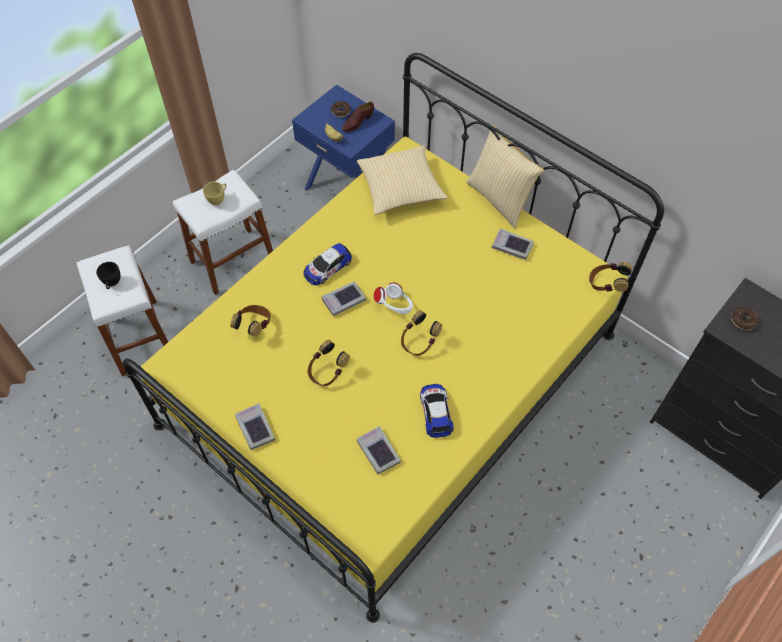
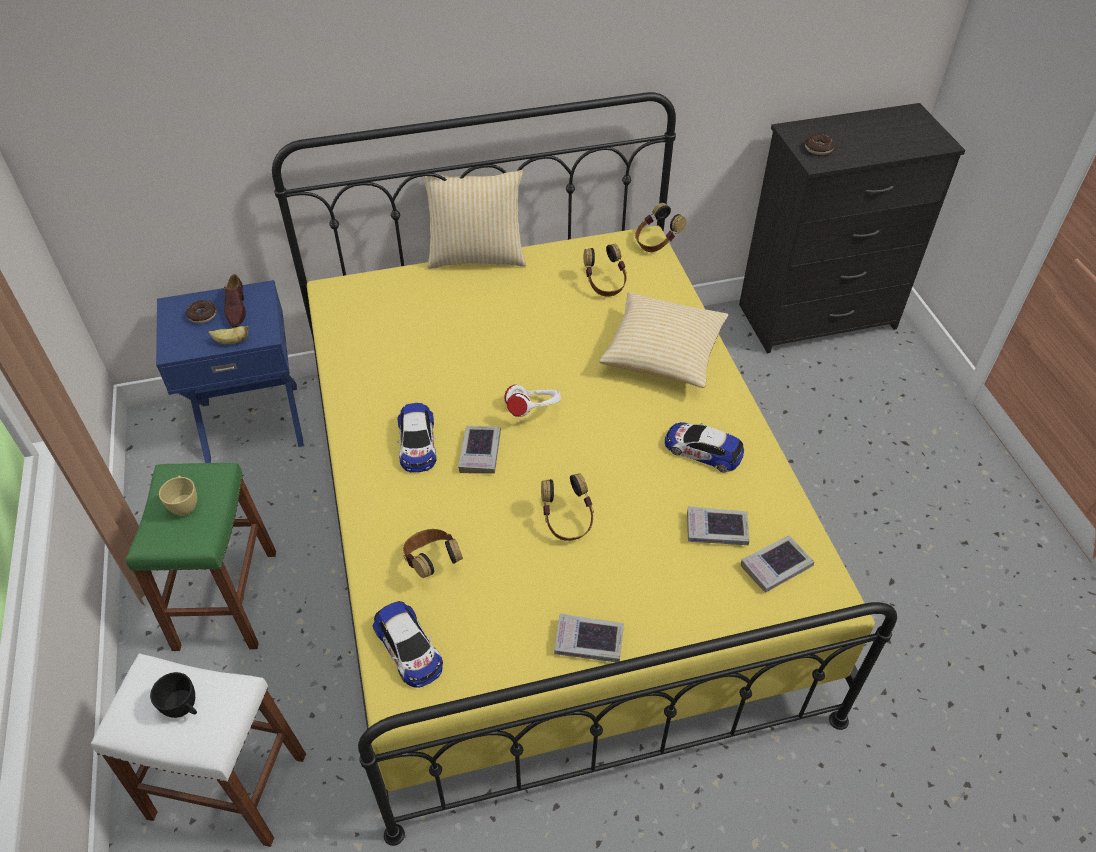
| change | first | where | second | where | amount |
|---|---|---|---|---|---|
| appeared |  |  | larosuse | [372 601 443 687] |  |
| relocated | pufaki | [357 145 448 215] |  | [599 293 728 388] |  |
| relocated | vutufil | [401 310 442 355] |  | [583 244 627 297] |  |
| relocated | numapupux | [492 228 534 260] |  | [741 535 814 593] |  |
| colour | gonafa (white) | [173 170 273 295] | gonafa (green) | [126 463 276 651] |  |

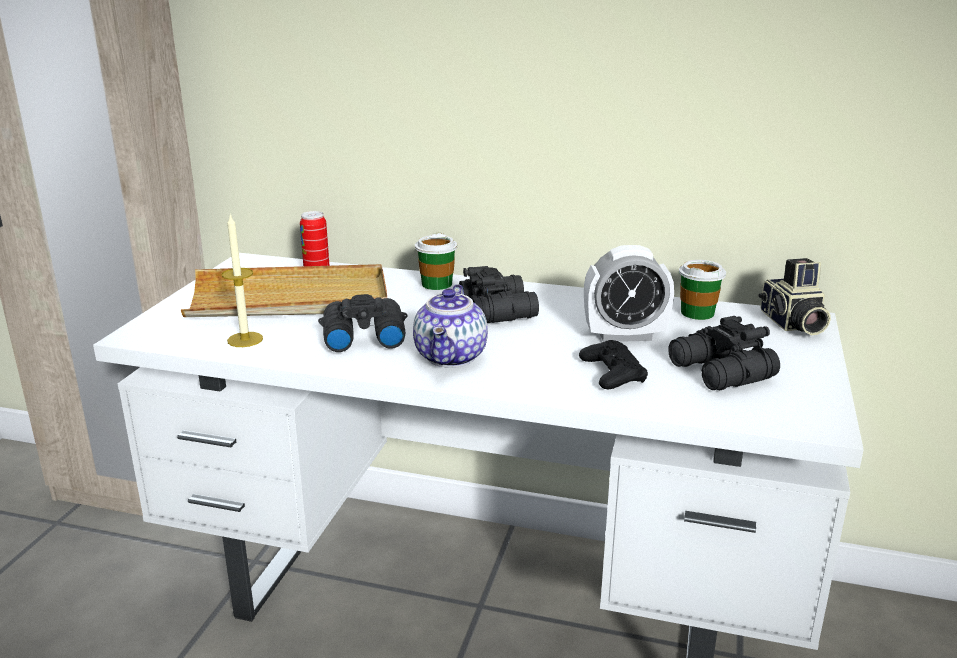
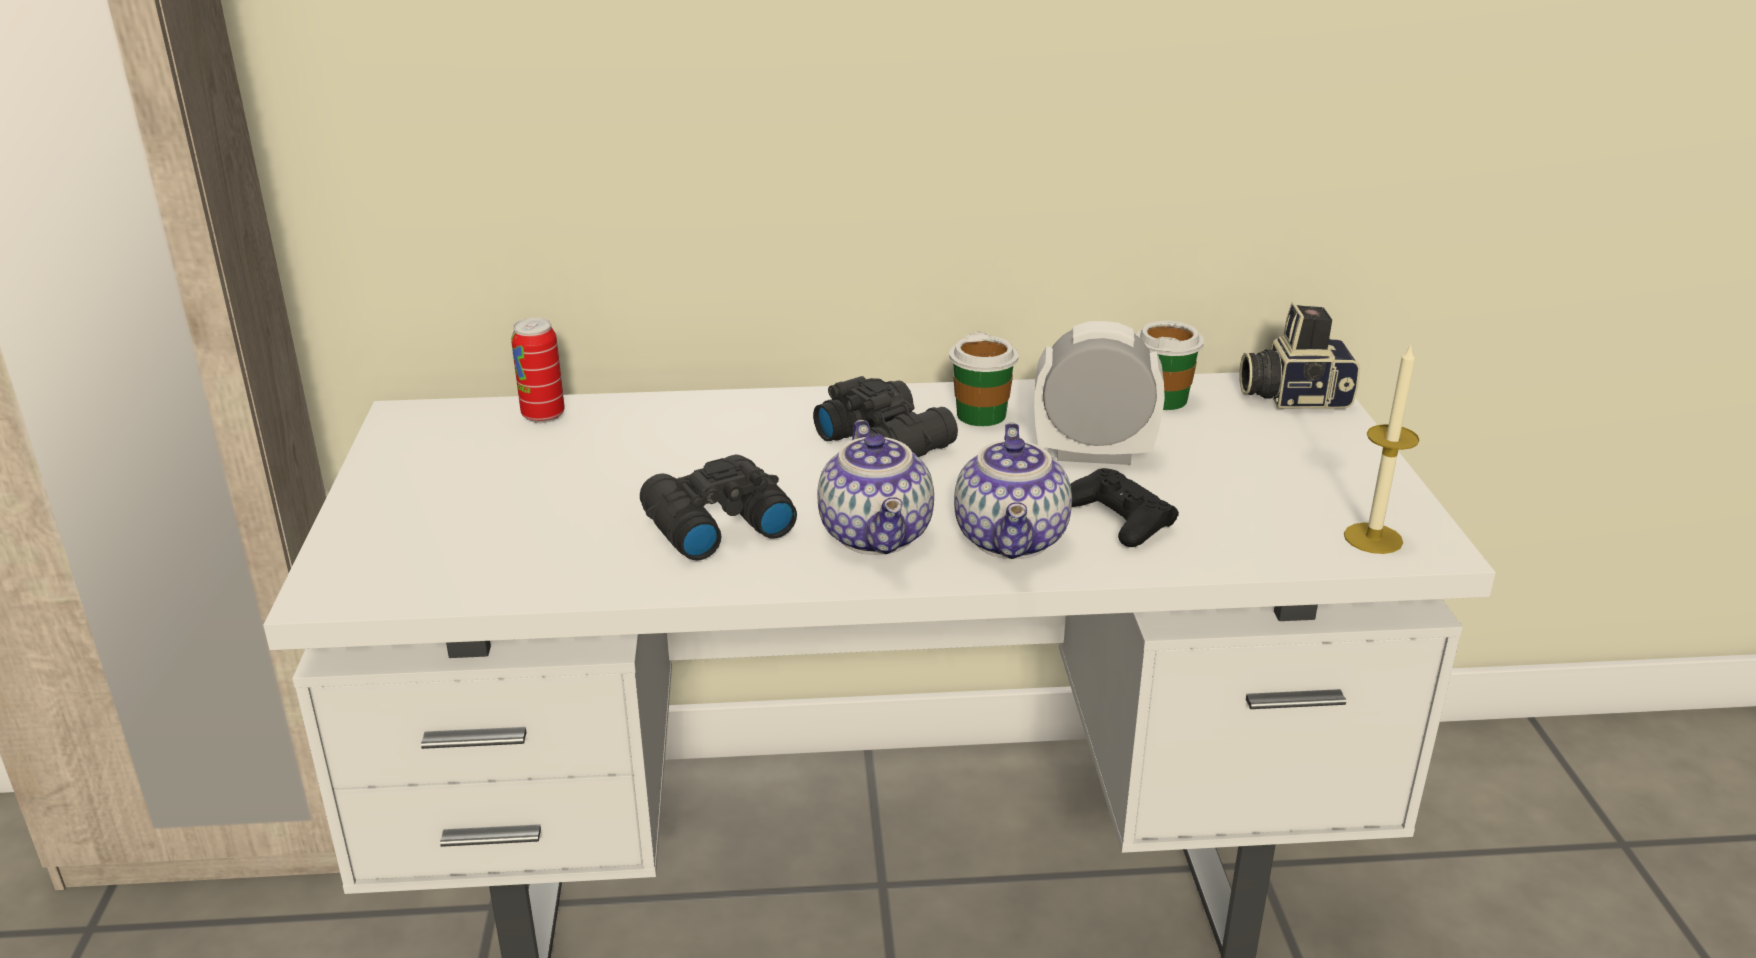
| change | first | where | second | where | amount |
|---|---|---|---|---|---|
| missing | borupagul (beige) | [181 264 387 317] |  |  |  |
| missing | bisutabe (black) | [668 316 780 390] |  |  |  |
| appeared |  |  | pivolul | [954 422 1072 559] |  |
| relocated | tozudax | [222 214 263 347] |  | [1344 344 1419 554] |  |
| relocated | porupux | [415 233 457 290] |  | [949 332 1019 426] |  |
| spun | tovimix | [584 245 674 342] |  | [1034 321 1165 465] | 150 degrees counterclockwise |
| spun | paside | [759 258 831 335] |  | [1239 302 1360 409] | 120 degrees clockwise |

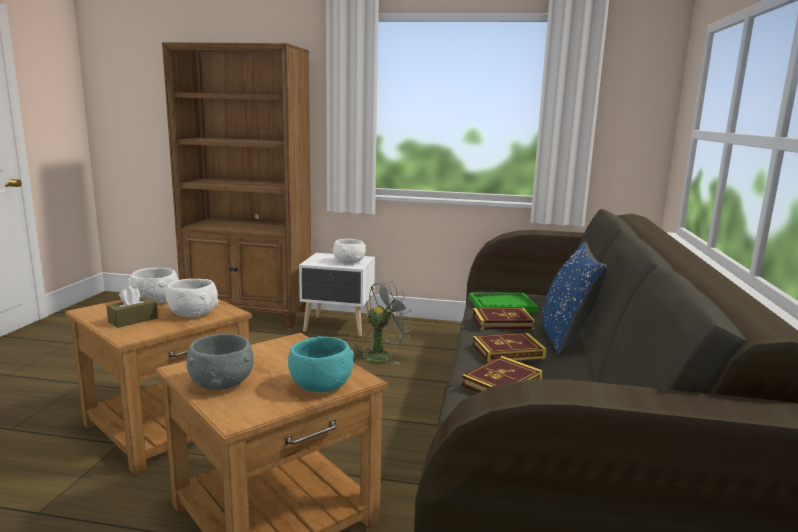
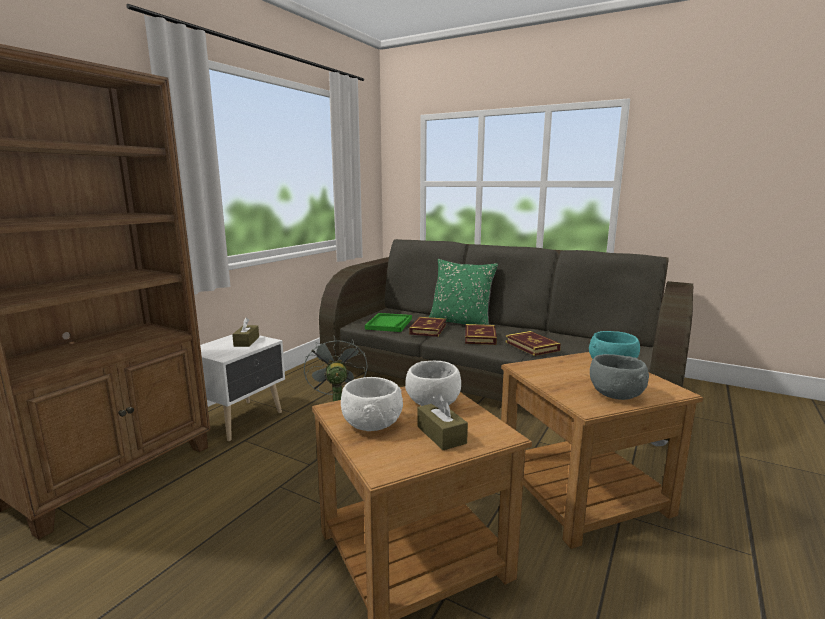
| change | first | where | second | where | amount |
|---|---|---|---|---|---|
| exchanged | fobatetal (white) | [333 239 366 264] | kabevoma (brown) | [232 318 259 347] |  |
| colour | pufaki (blue) | [542 242 607 355] | pufaki (green) | [429 259 498 325] |  |

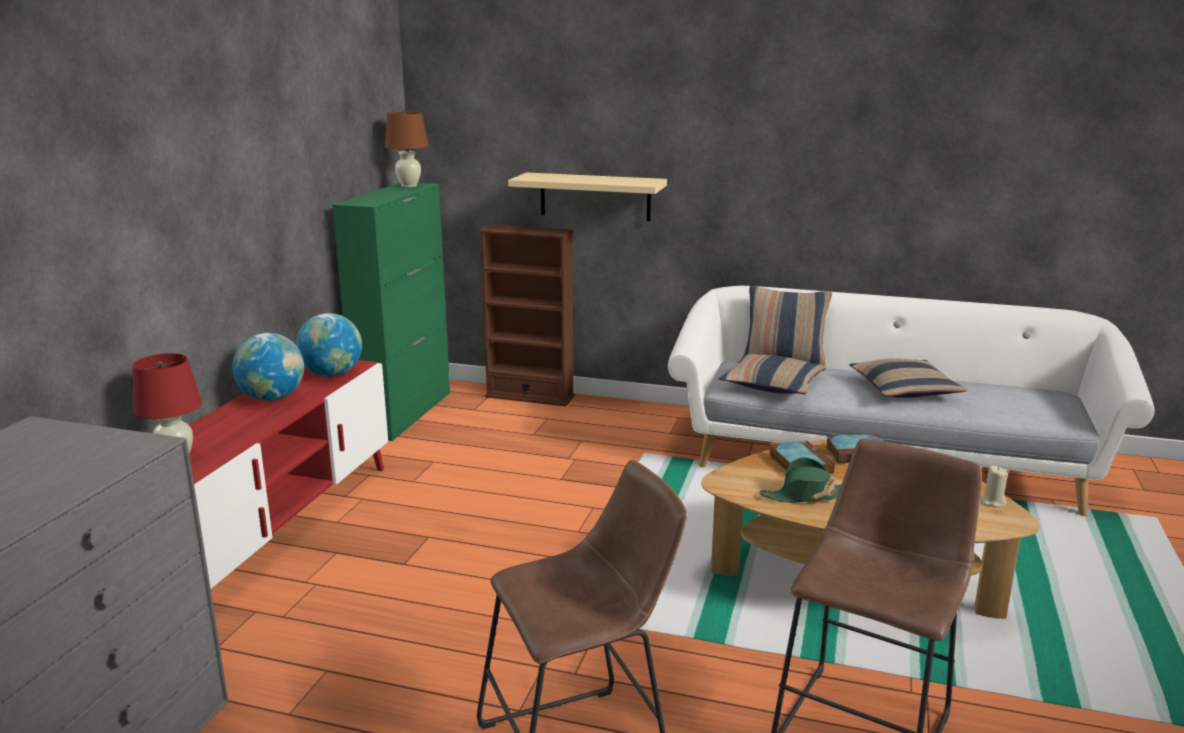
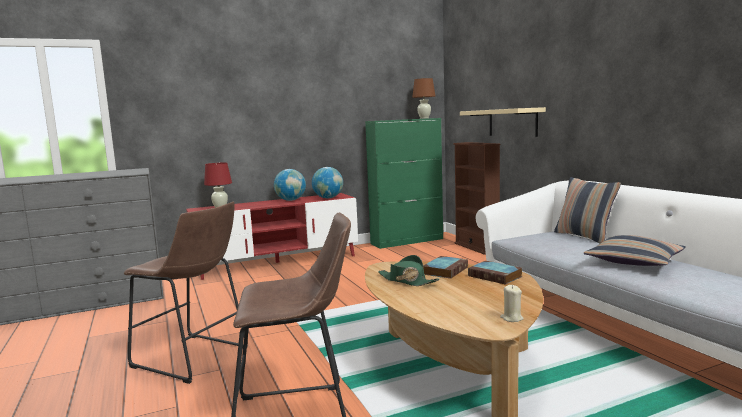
| change | first | where | second | where | amount |
|---|---|---|---|---|---|
| missing | pufaki | [719 353 826 394] |  |  |  |

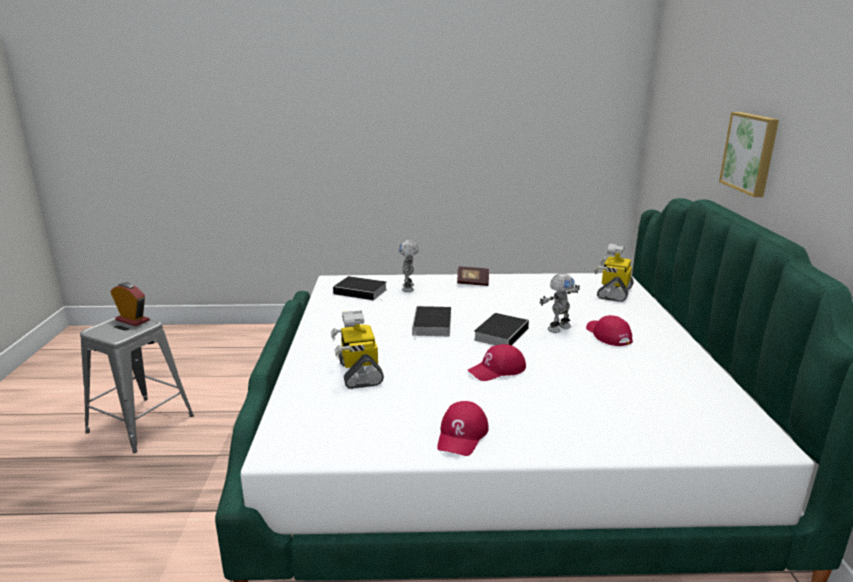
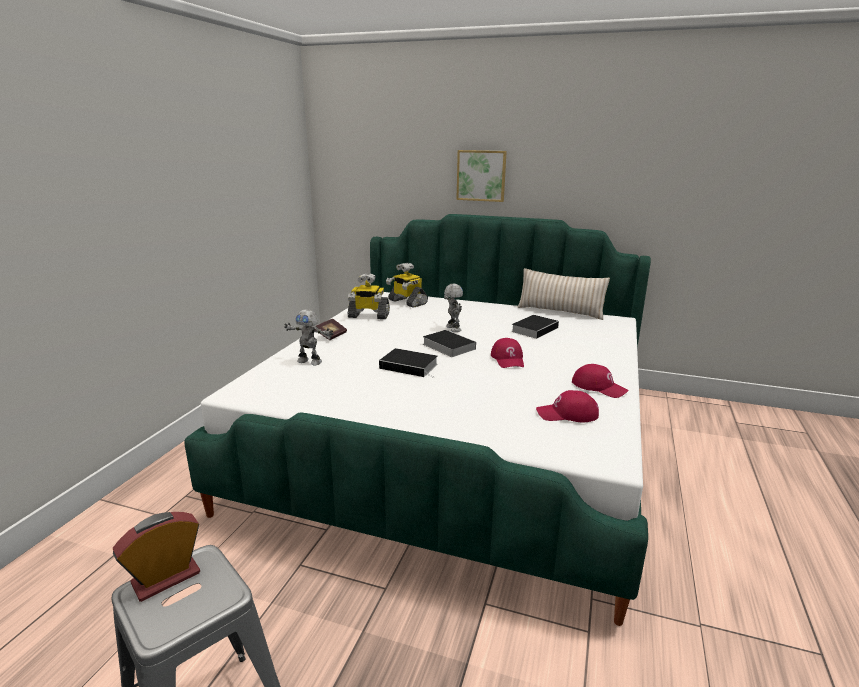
| change | first | where | second | where | amount |
|---|---|---|---|---|---|
| appeared |  |  | pufaki (beige) | [517 268 610 320] |  |
| relocated | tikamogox | [331 311 384 389] |  | [348 273 390 319] |  |
| relocated | numapupux | [333 276 387 300] |  | [511 315 560 339] |  |
| relocated | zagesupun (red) | [586 315 633 346] |  | [536 390 599 422] |  |

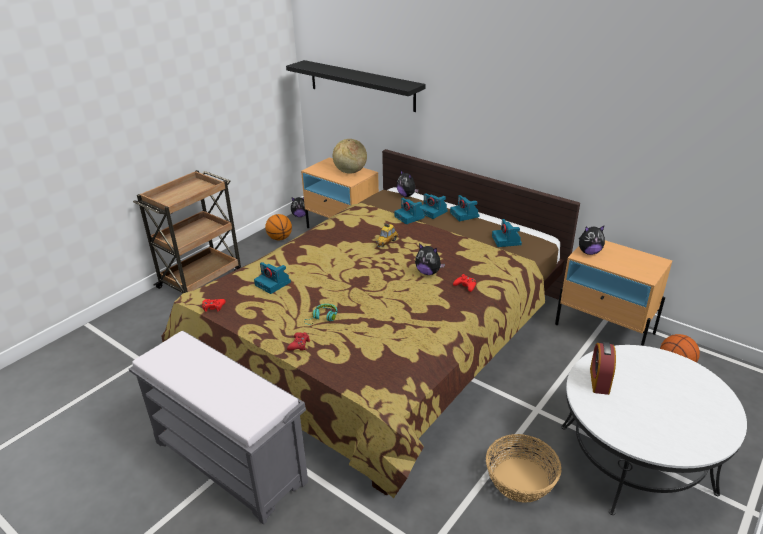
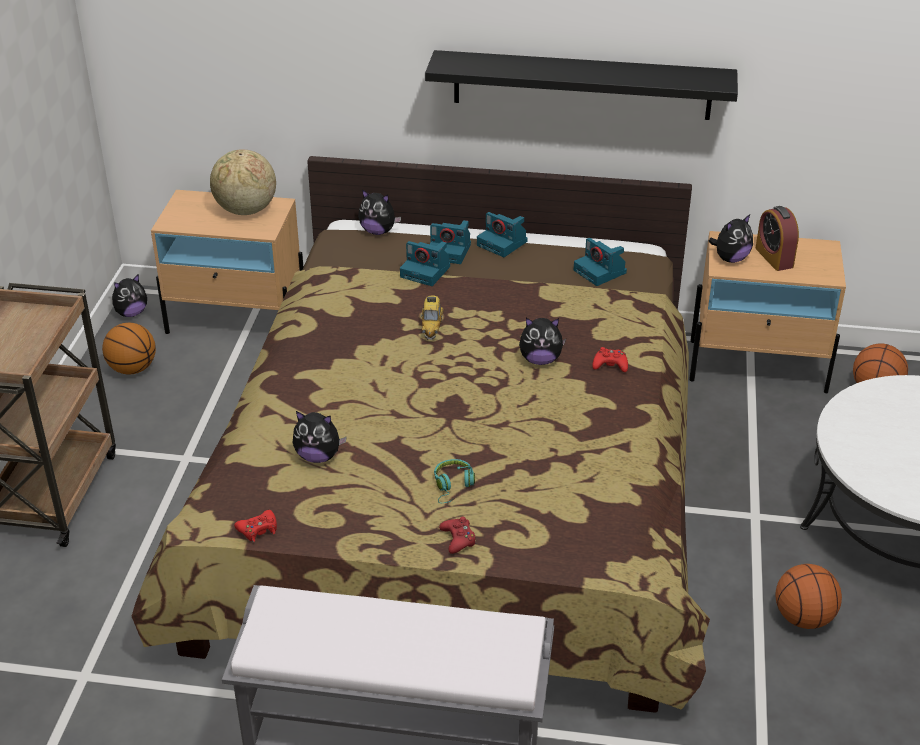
| change | first | where | second | where | amount |
|---|---|---|---|---|---|
| relocated | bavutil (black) | [286 60 426 112] |  | [425 50 738 120] |  |
| relocated | tovimix | [590 342 616 395] |  | [755 206 799 271] |  |
| exchanged | paside | [254 262 291 294] | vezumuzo | [293 411 347 463] |  |
| exchanged | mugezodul | [486 434 562 503] | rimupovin | [775 564 842 629] |  |

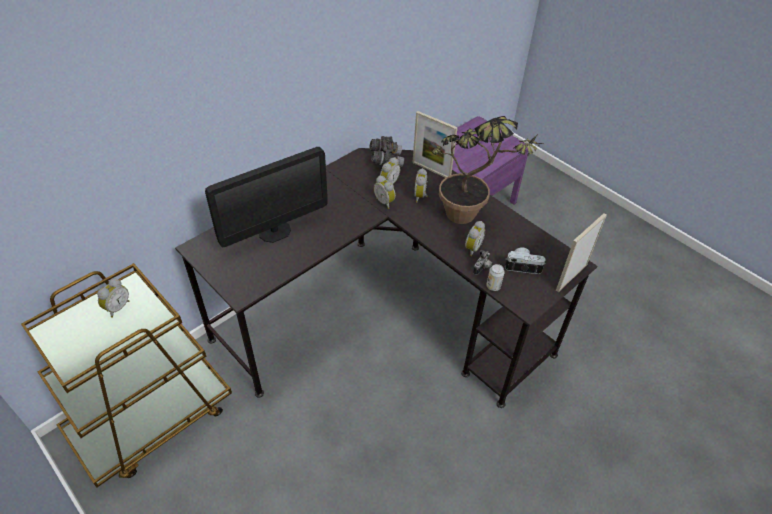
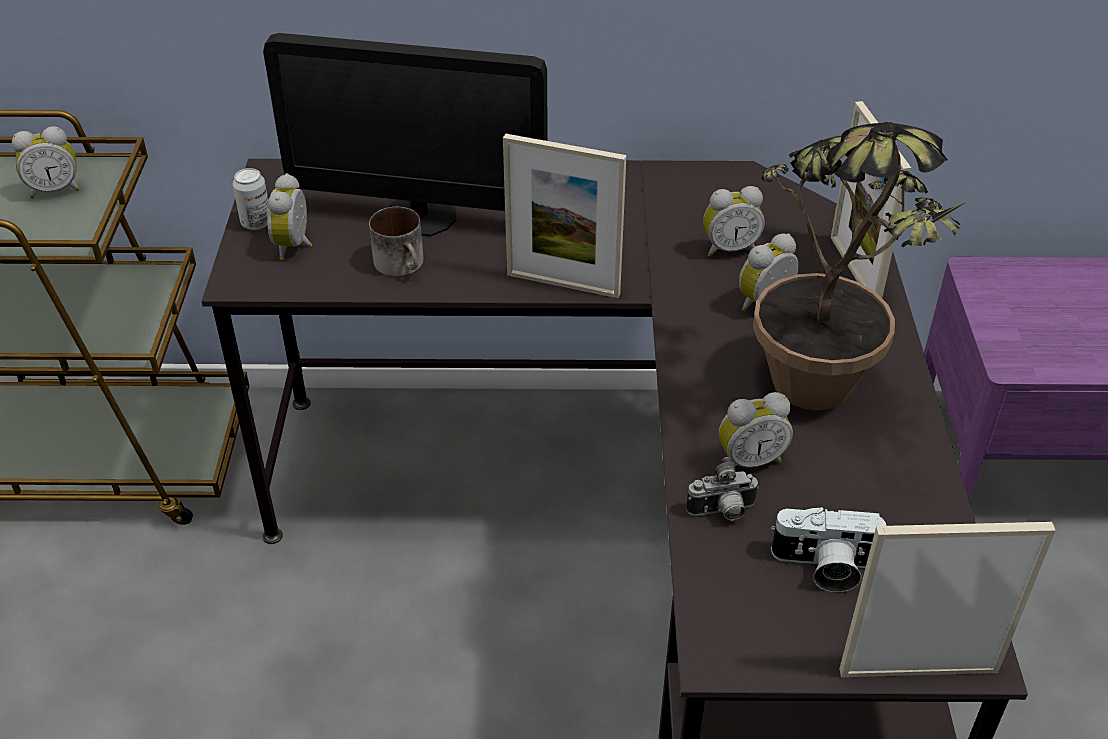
| change | first | where | second | where | amount |
|---|---|---|---|---|---|
| missing | bisutabe (grey) | [369 136 404 167] |  |  |  |
| appeared |  |  | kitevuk | [369 207 424 277] |  |
| appeared |  |  | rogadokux | [503 134 627 298] |  |
| relocated | tovimix | [374 175 396 209] |  | [267 173 312 260] |  |
| relocated | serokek | [486 264 505 291] |  | [233 168 268 230] |  |
| spun | paside | [505 247 546 274] |  | [771 507 886 592] | 135 degrees clockwise |

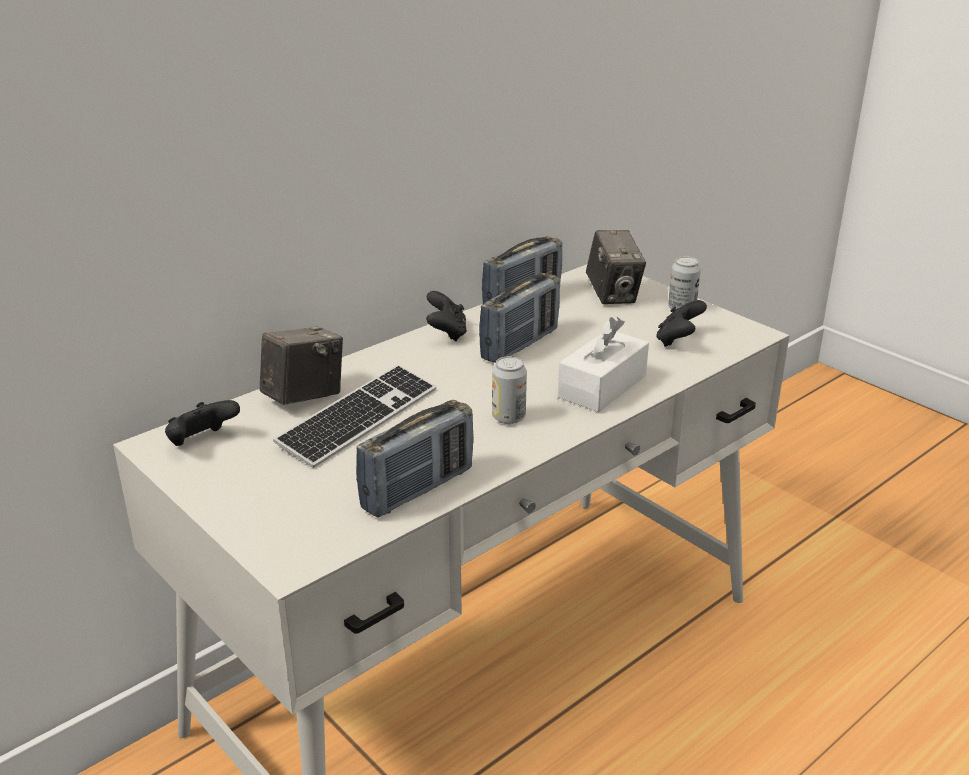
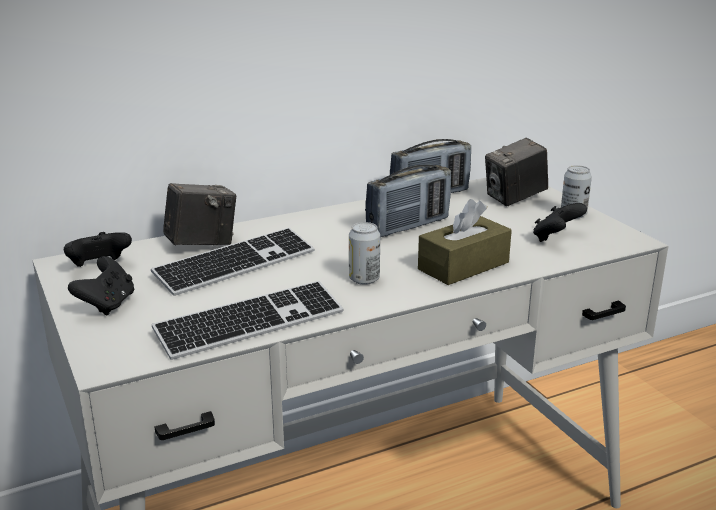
| change | first | where | second | where | amount |
|---|---|---|---|---|---|
| relocated | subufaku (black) | [426 291 467 341] |  | [68 256 134 316] |  |
| exchanged | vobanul | [356 400 474 518] | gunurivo | [152 281 344 360] |  |
| colour | kabevoma (white) | [558 317 649 412] | kabevoma (brown) | [418 199 512 285] |  |
| spun | paside | [586 230 646 304] |  | [485 137 548 206] | 60 degrees clockwise |

